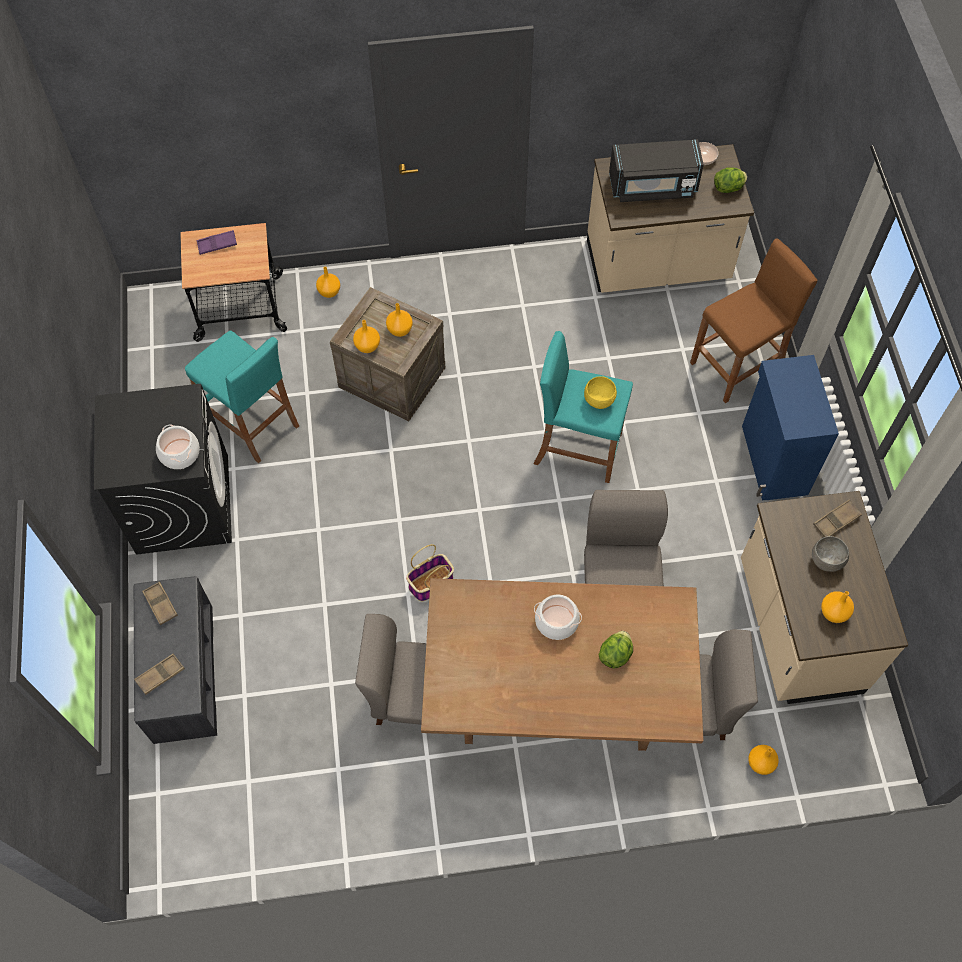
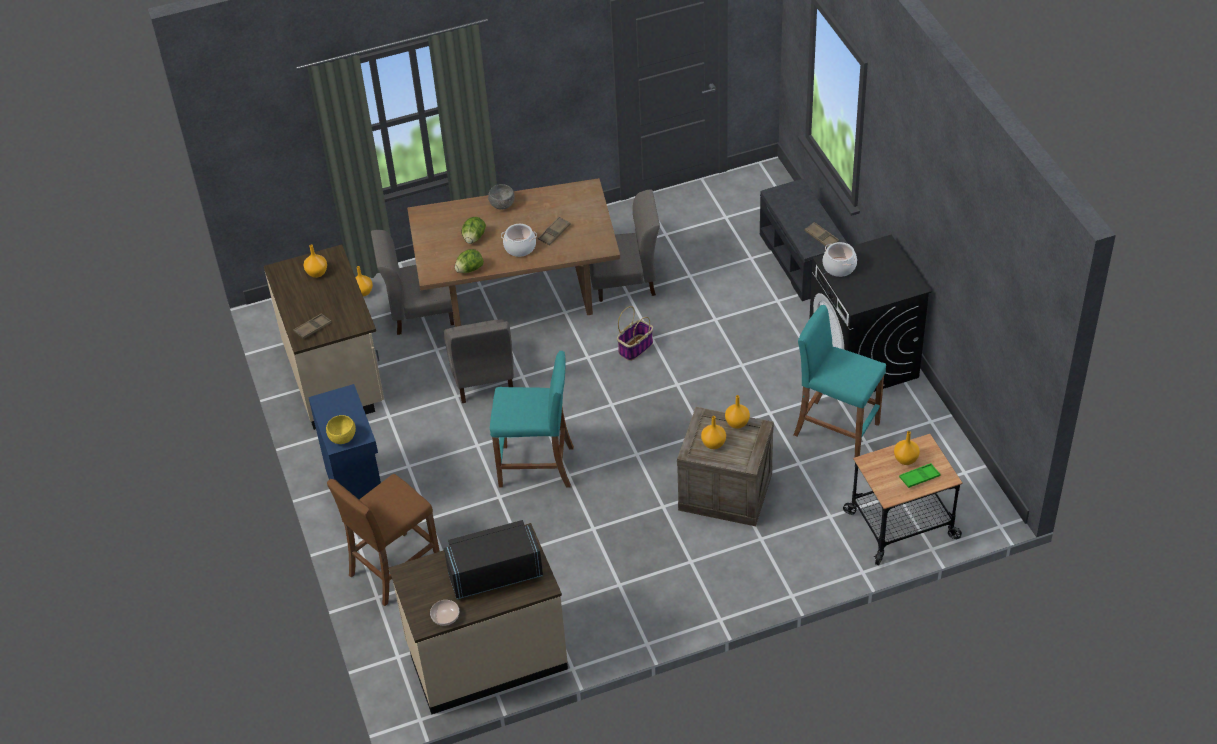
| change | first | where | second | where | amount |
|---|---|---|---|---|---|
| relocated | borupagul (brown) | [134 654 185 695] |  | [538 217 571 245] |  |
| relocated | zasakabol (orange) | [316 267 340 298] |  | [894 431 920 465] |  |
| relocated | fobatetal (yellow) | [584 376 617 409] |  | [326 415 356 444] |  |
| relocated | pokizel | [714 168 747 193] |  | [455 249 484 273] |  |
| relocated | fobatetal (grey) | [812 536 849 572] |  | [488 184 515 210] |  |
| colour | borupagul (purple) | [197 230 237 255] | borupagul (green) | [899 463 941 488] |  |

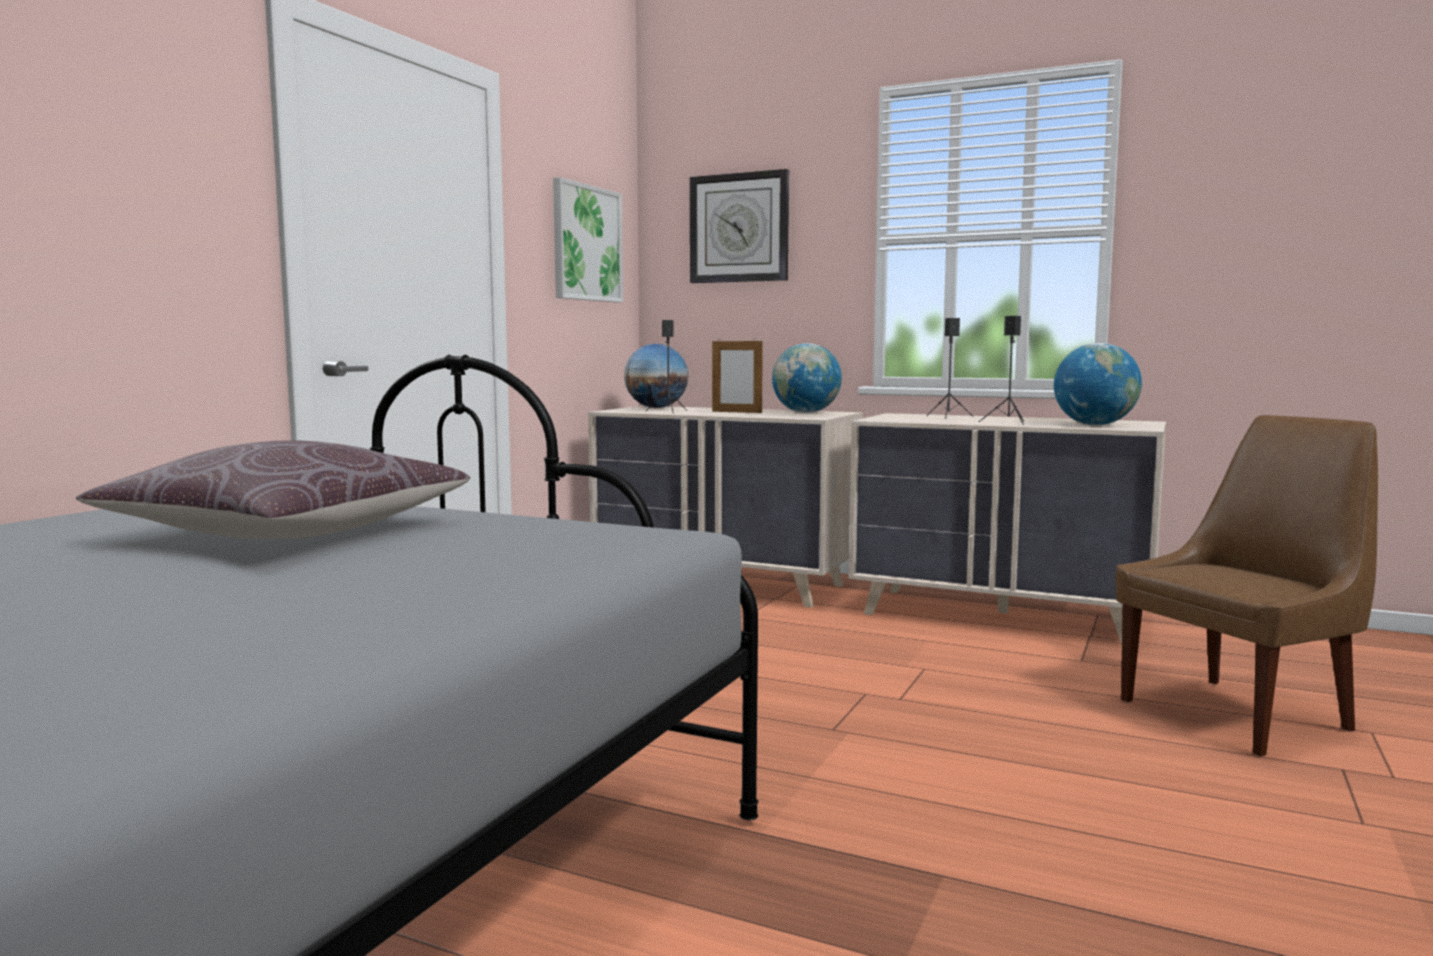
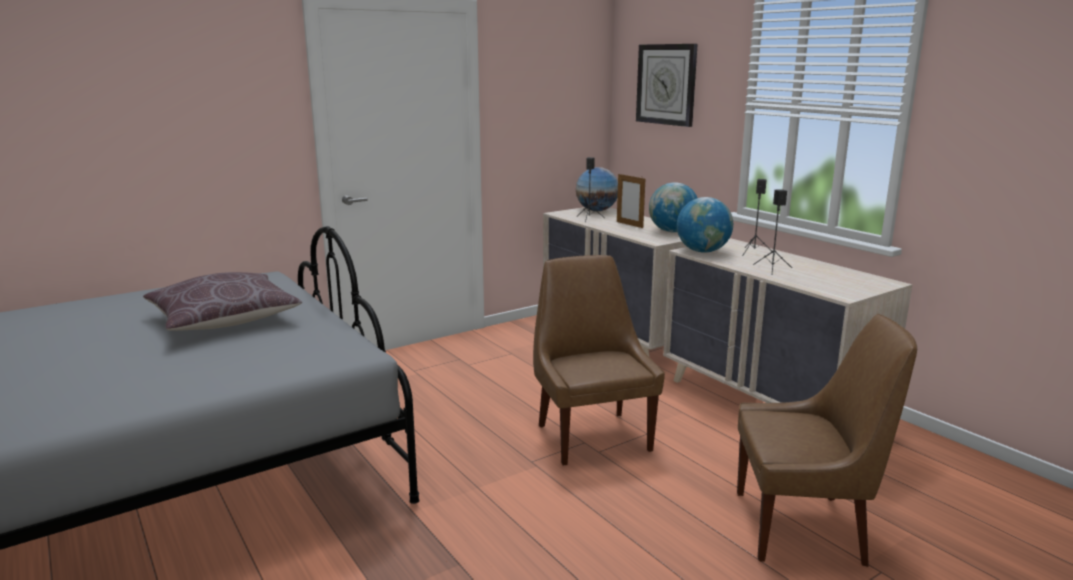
| change | first | where | second | where | amount |
|---|---|---|---|---|---|
| missing | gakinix | [553 177 623 303] |  |  |  |
| appeared |  |  | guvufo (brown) | [533 255 665 466] |  |
| relocated | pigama | [1054 343 1142 425] |  | [677 197 733 253] |  |

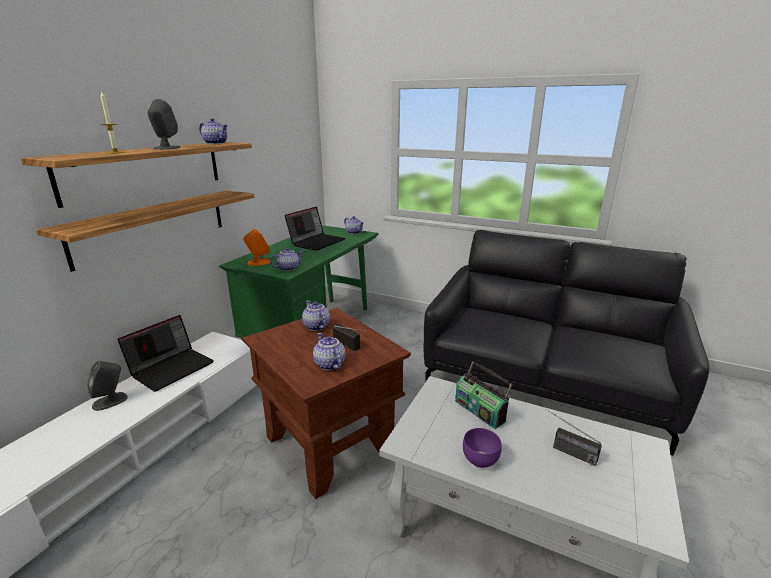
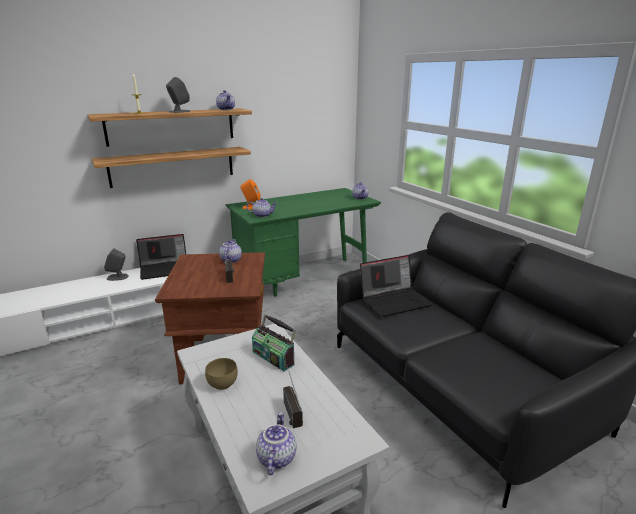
| change | first | where | second | where | amount |
|---|---|---|---|---|---|
| relocated | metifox | [285 207 345 251] |  | [360 255 432 317] |  |
| relocated | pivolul | [313 333 345 370] |  | [256 412 296 475] |  |
| colour | fobatetal (purple) | [463 428 501 468] | fobatetal (brown) | [205 358 238 390] |  |
| spun | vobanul | [455 361 513 429] |  | [252 314 296 371] | 45 degrees counterclockwise |

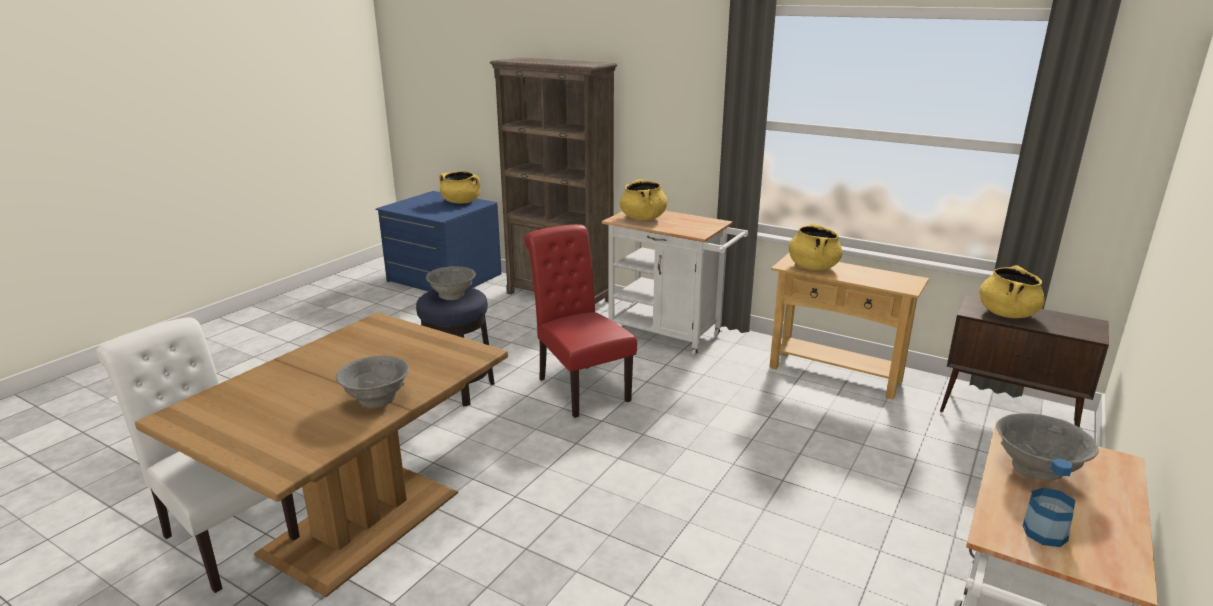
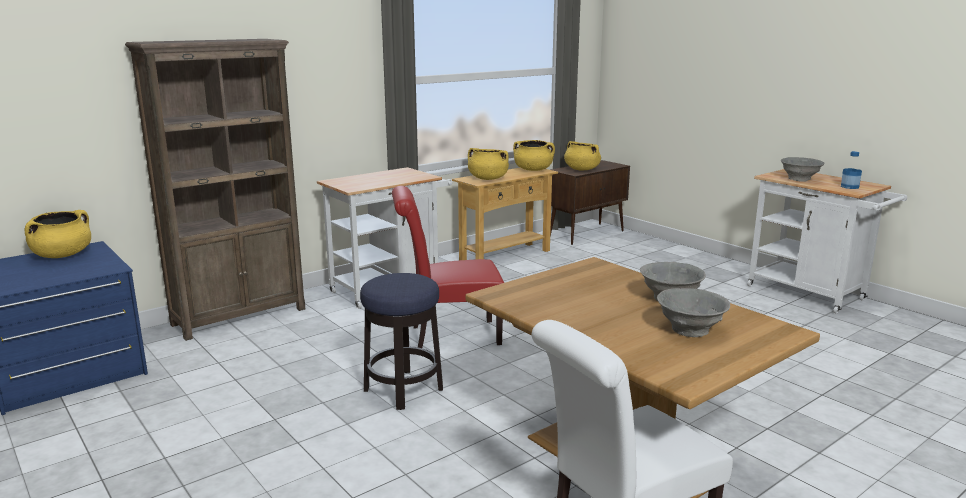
| change | first | where | second | where | amount |
|---|---|---|---|---|---|
| relocated | fobatetal (grey) | [426 266 476 300] |  | [657 288 730 337] |  |
| relocated | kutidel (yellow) | [620 179 667 221] |  | [513 140 555 171] |  |

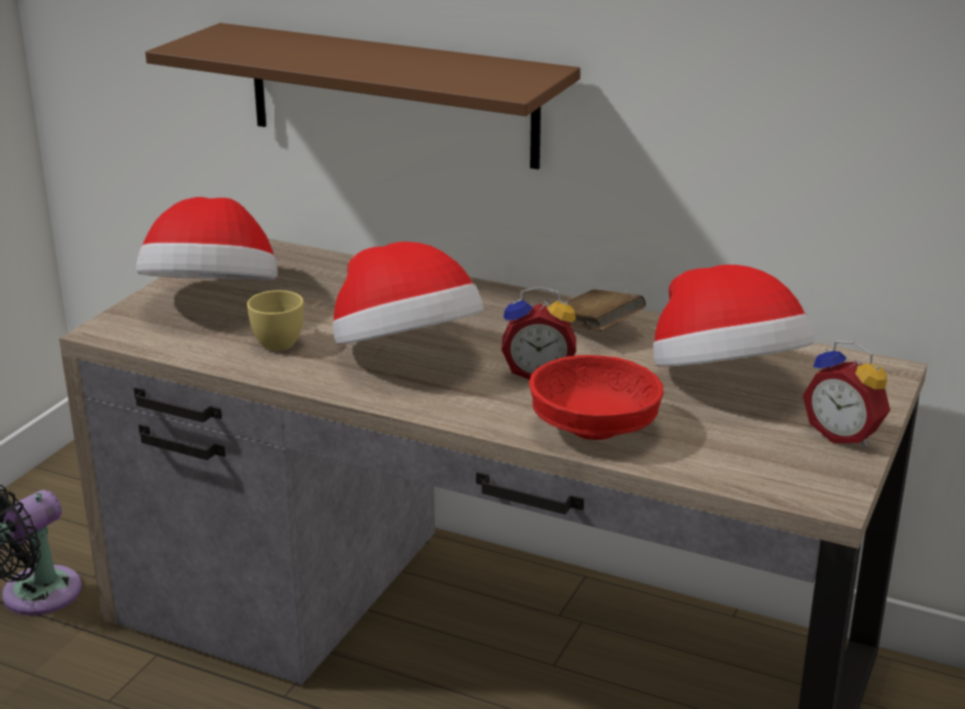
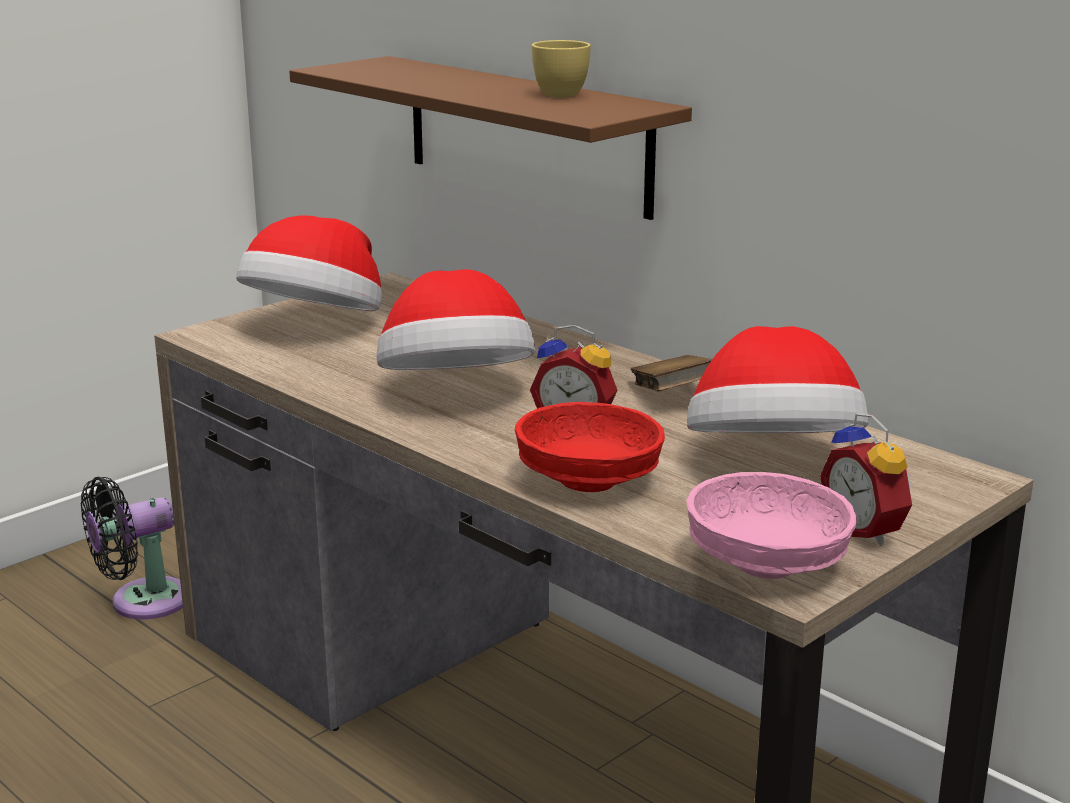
| change | first | where | second | where | amount |
|---|---|---|---|---|---|
| appeared |  |  | fobatetal (pink) | [686 472 857 579] |  |
| relocated | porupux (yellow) | [247 290 304 351] |  | [532 40 590 97] |  |

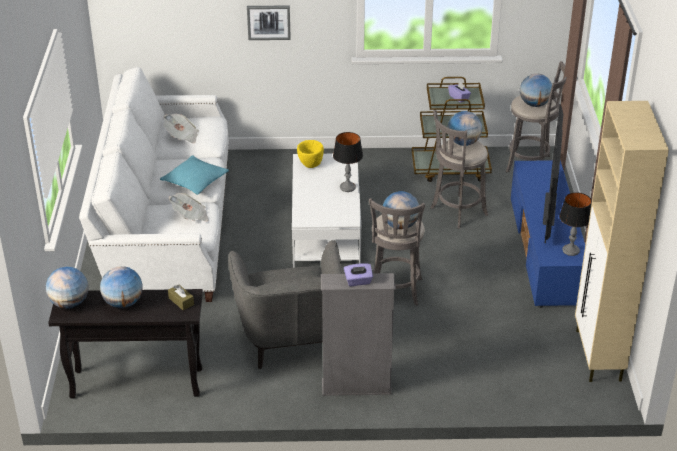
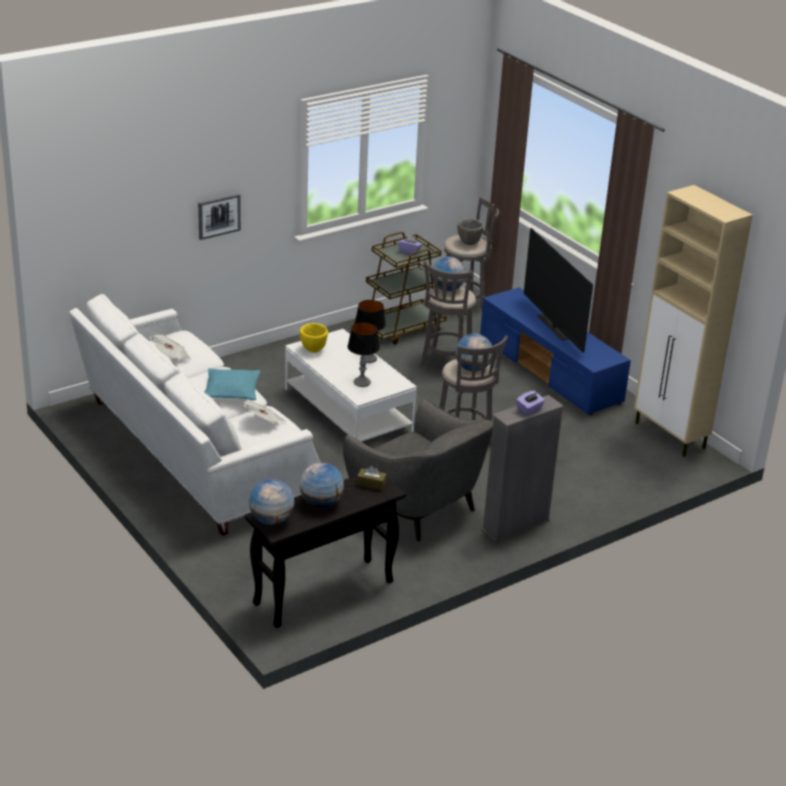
| change | first | where | second | where | amount |
|---|---|---|---|---|---|
| relocated | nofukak | [559 192 592 256] |  | [348 322 380 387] |  |
| exchanged | pigama | [520 74 552 107] | fobatetal (grey) | [458 219 483 245] |  |

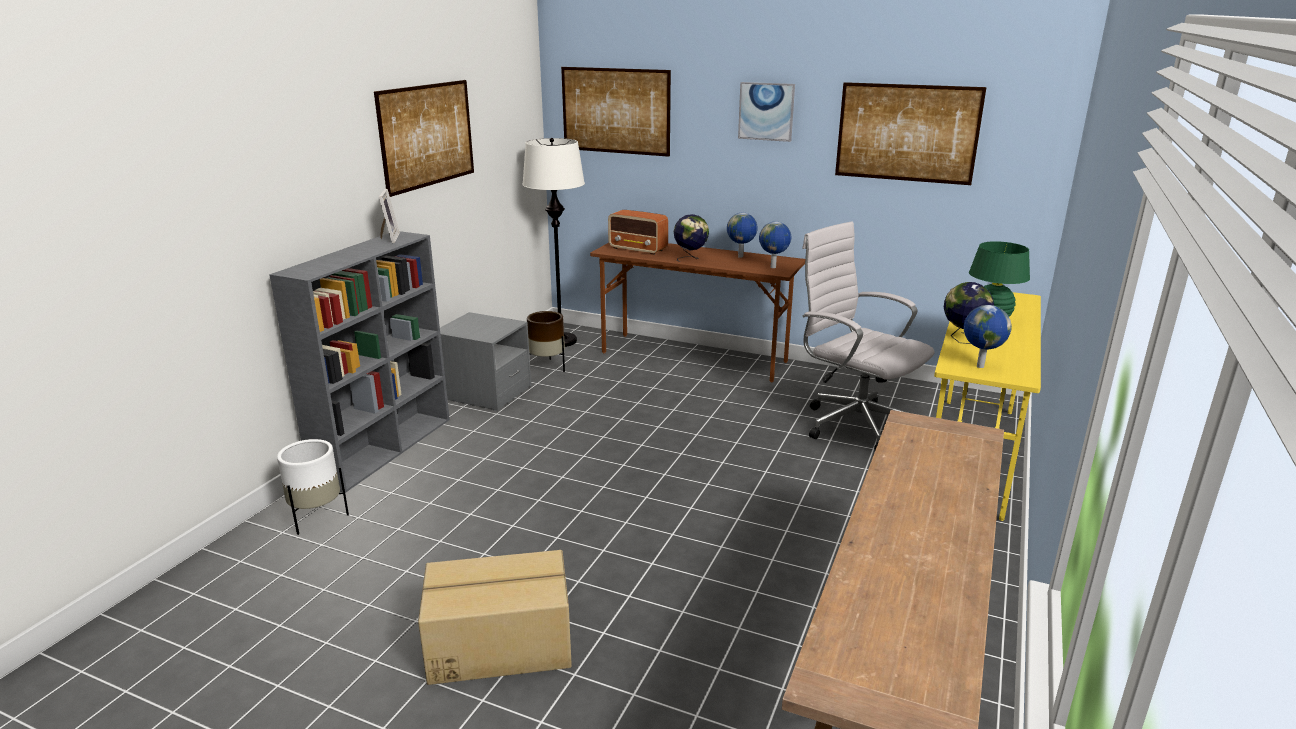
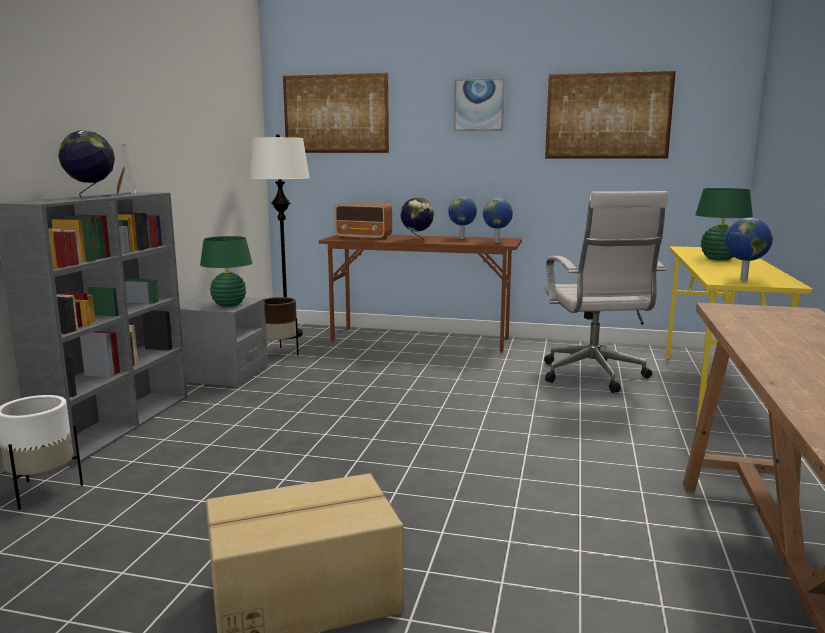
| change | first | where | second | where | amount |
|---|---|---|---|---|---|
| missing | gakinix | [374 80 474 197] |  |  |  |
| appeared |  |  | nofukak (green) | [200 236 252 307] |  |
| relocated | pigama | [944 282 994 344] |  | [58 130 115 198] |  |
| spun | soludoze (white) | [802 221 935 450] |  | [544 191 668 393] | 135 degrees counterclockwise |

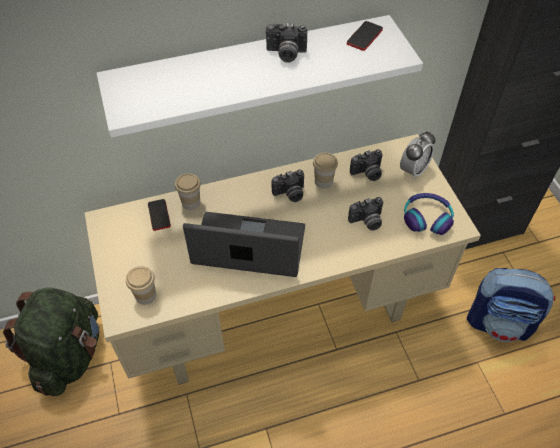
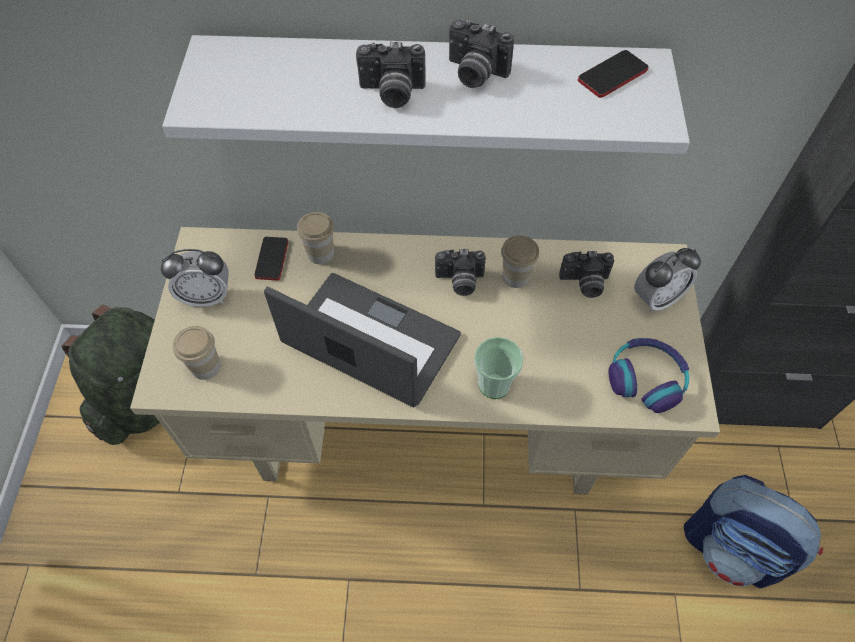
| change | first | where | second | where | amount |
|---|---|---|---|---|---|
| appeared |  |  | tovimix | [161 249 229 307] |  |
| appeared |  |  | porupux | [474 337 524 399] |  |
| relocated | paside | [348 197 383 231] |  | [356 41 426 108] |  |

